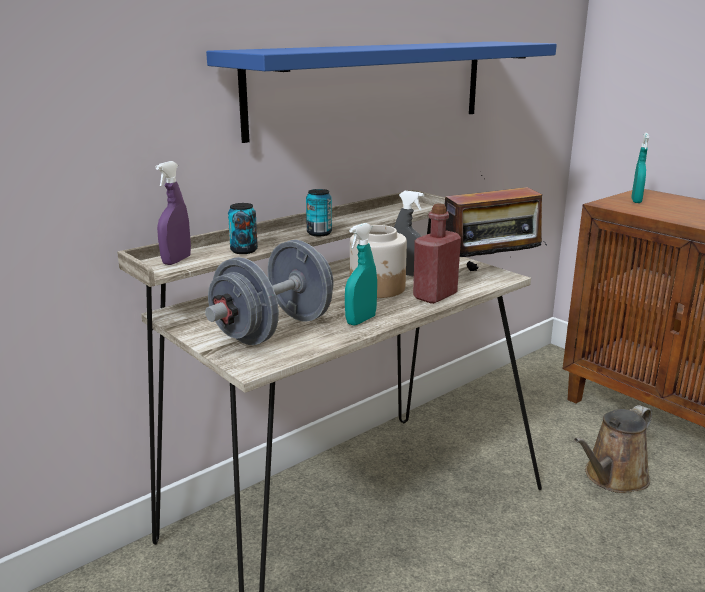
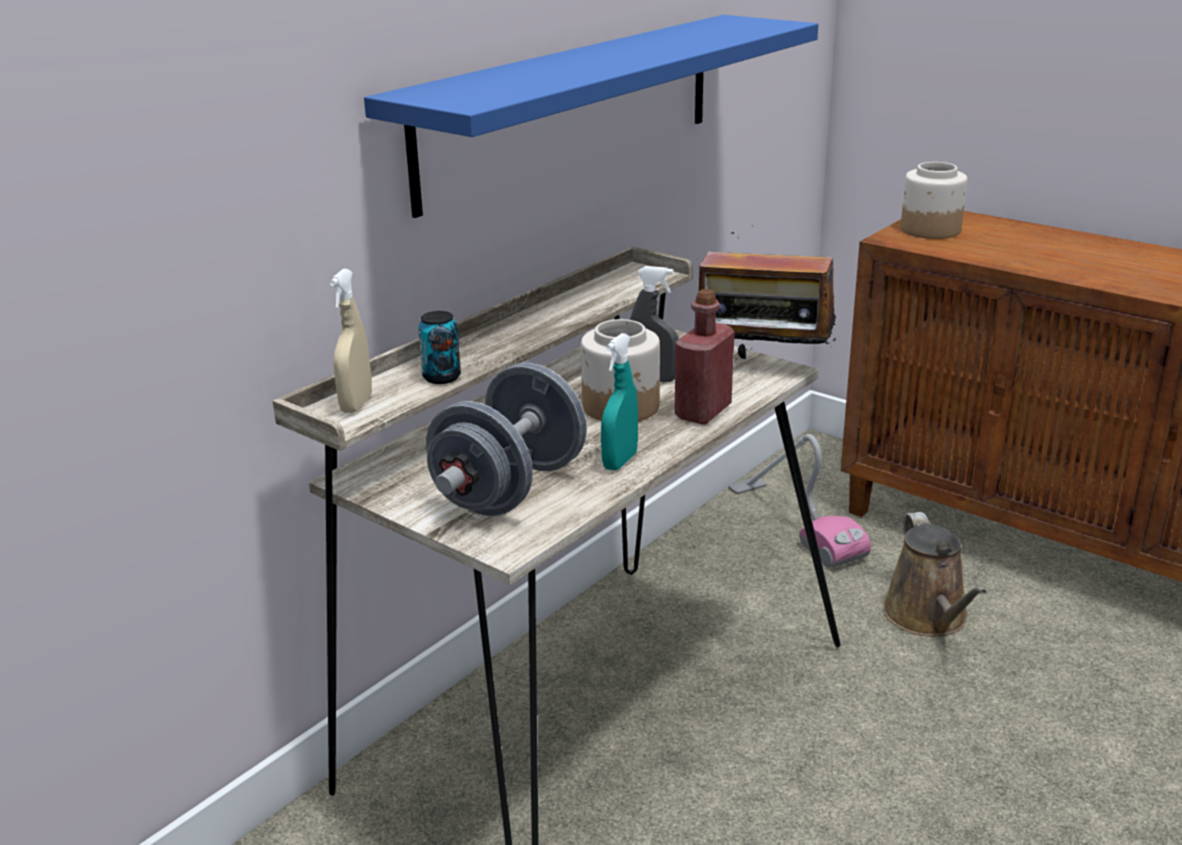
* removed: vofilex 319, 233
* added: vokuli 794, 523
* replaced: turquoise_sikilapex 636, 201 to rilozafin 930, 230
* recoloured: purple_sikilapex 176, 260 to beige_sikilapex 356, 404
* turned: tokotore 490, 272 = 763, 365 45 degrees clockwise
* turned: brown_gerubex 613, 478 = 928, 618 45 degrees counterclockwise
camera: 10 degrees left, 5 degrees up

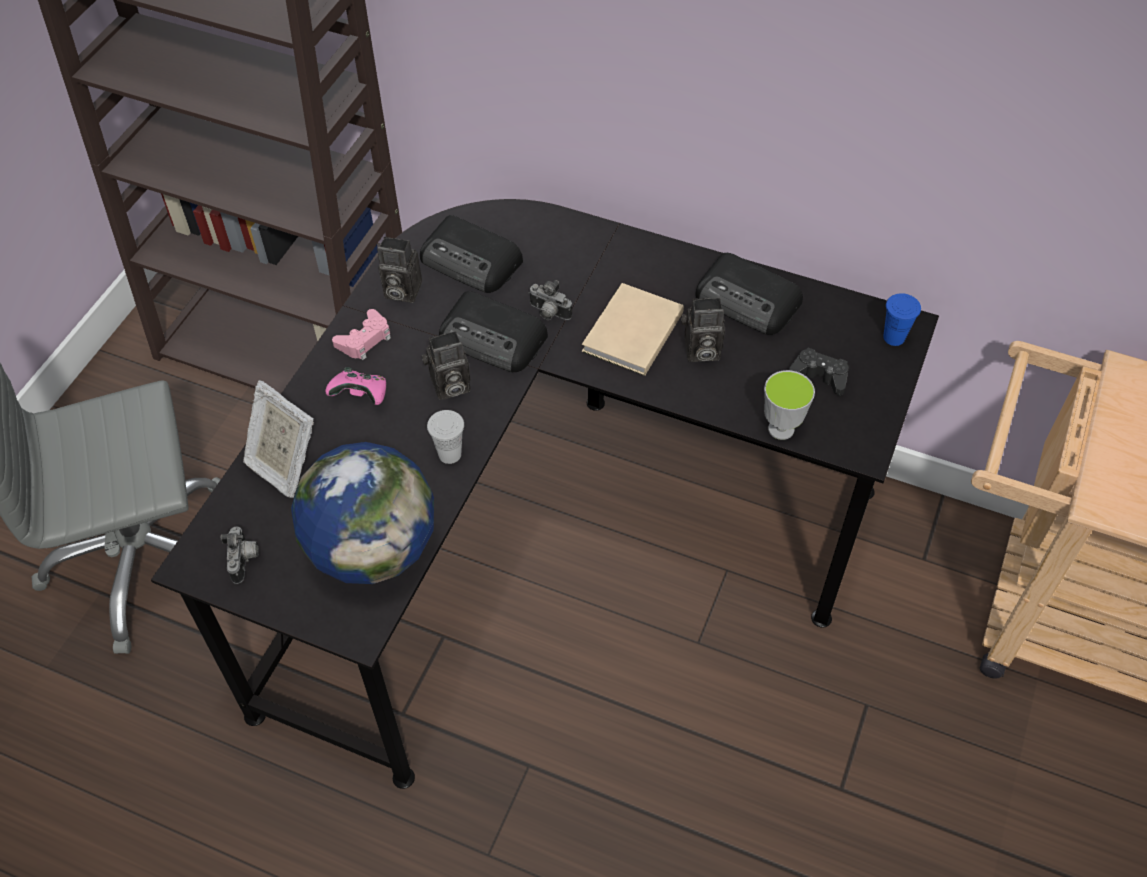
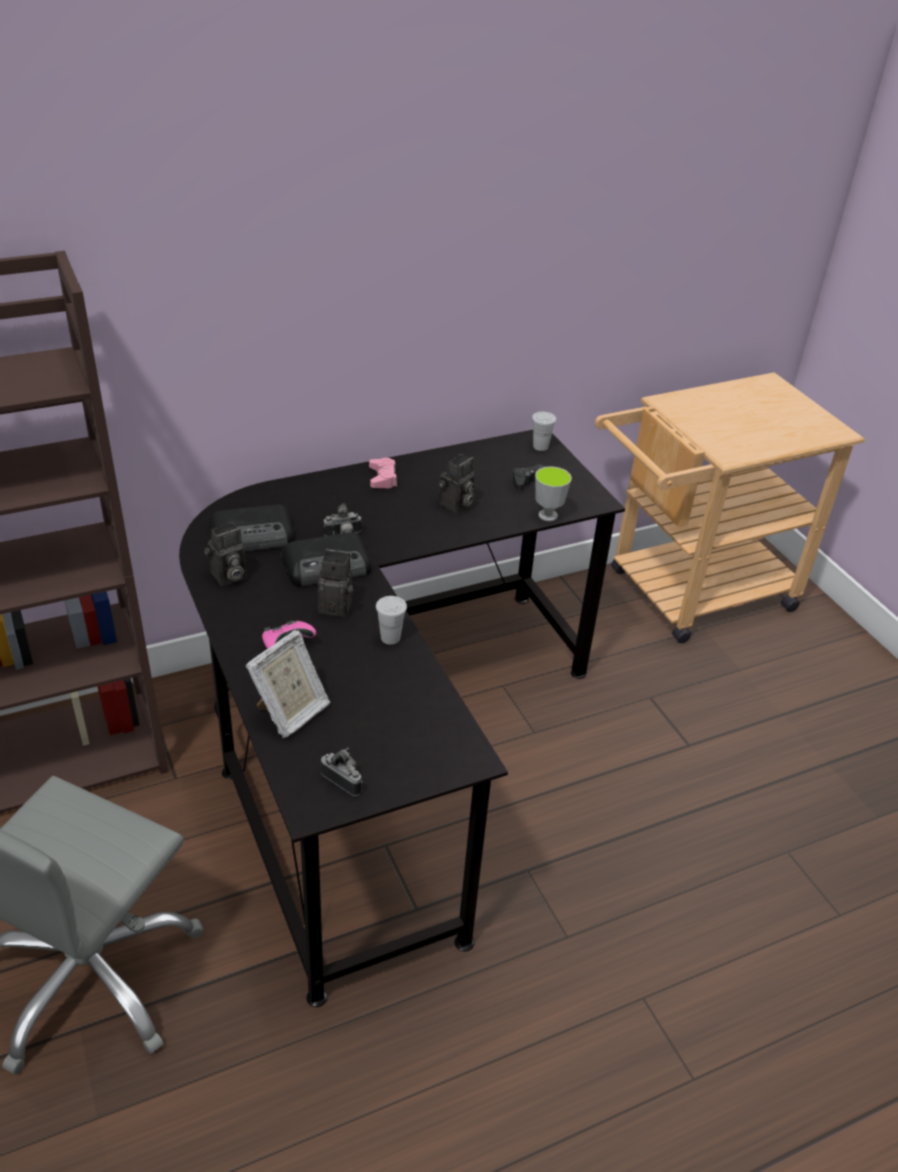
* removed: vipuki 373, 549
* removed: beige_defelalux 630, 333
* removed: tokotore 748, 301
* moved: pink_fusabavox 365, 340 to 383, 478
* recoloured: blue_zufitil 894, 337 to white_zufitil 540, 446
* turned: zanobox 284, 465 = 290, 713 45 degrees counterclockwise
* turned: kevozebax 449, 387 = 337, 606 105 degrees counterclockwise
camera: 50 degrees left, 15 degrees down

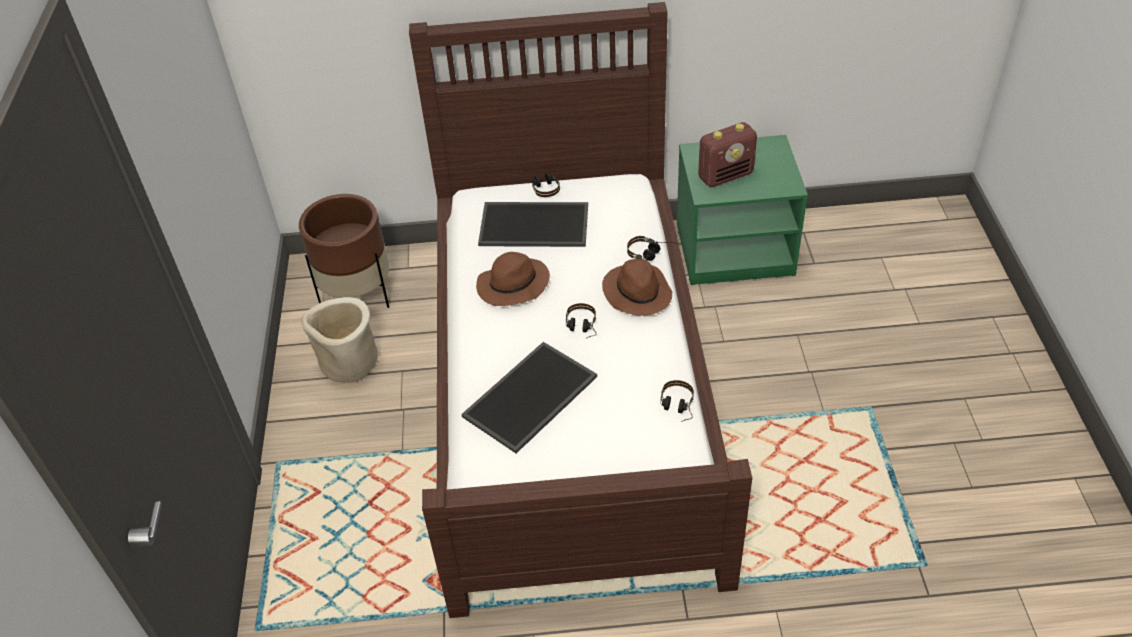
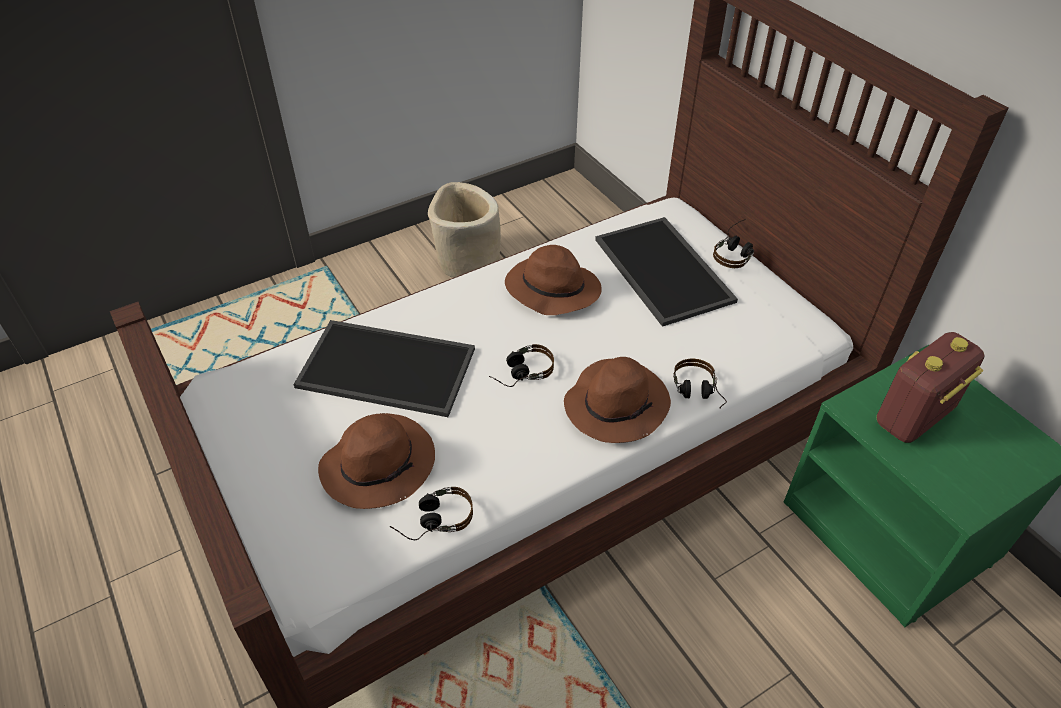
* removed: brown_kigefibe 357, 294
* added: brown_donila 379, 463
* turned: tokotore 726, 175 = 913, 417 105 degrees clockwise
camera: 60 degrees right, 0 degrees up

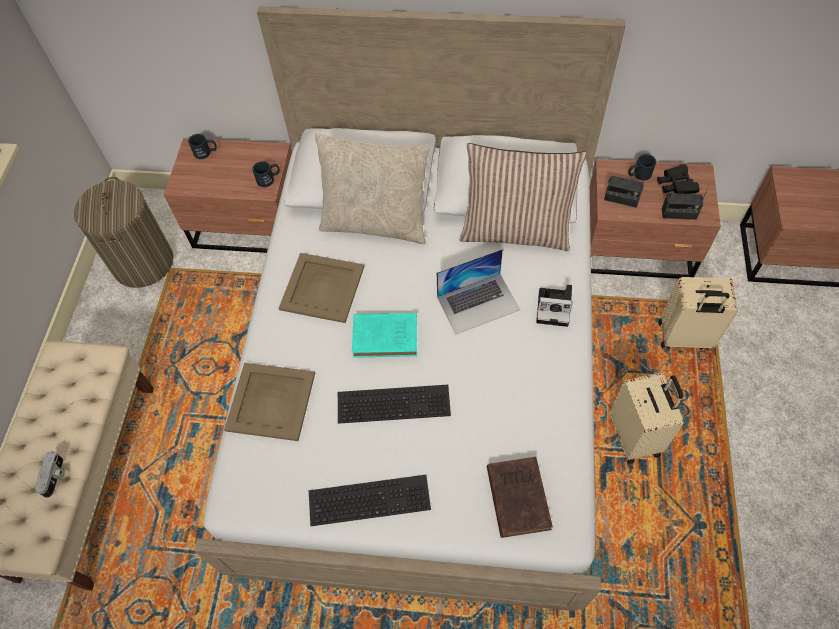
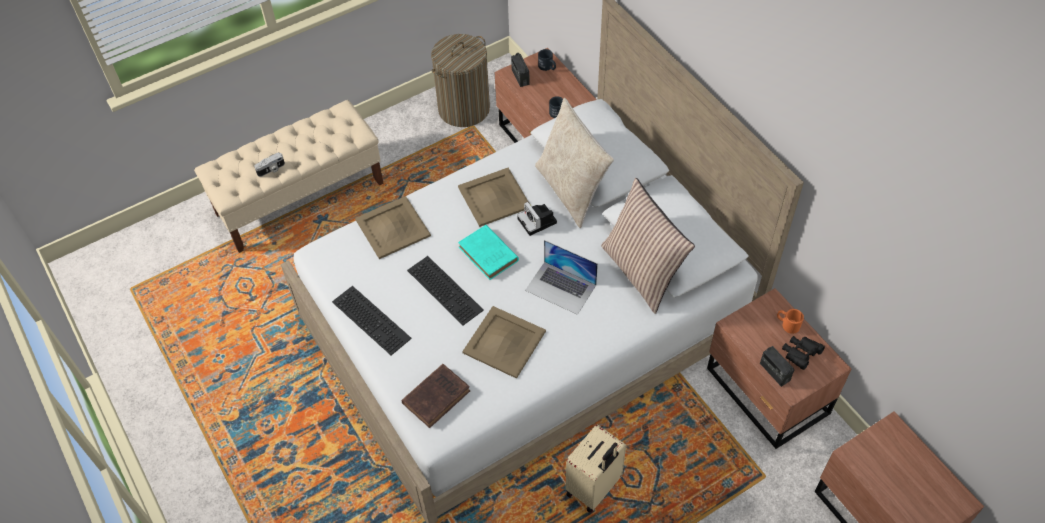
* removed: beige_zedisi 684, 337
* added: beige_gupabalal 503, 342
* moved: kevozebax 555, 307 to 538, 221
* moved: tokotore 621, 199 to 520, 77
* recoloured: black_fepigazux 638, 174 to orange_fepigazux 787, 324
camera: 50 degrees right, 5 degrees down

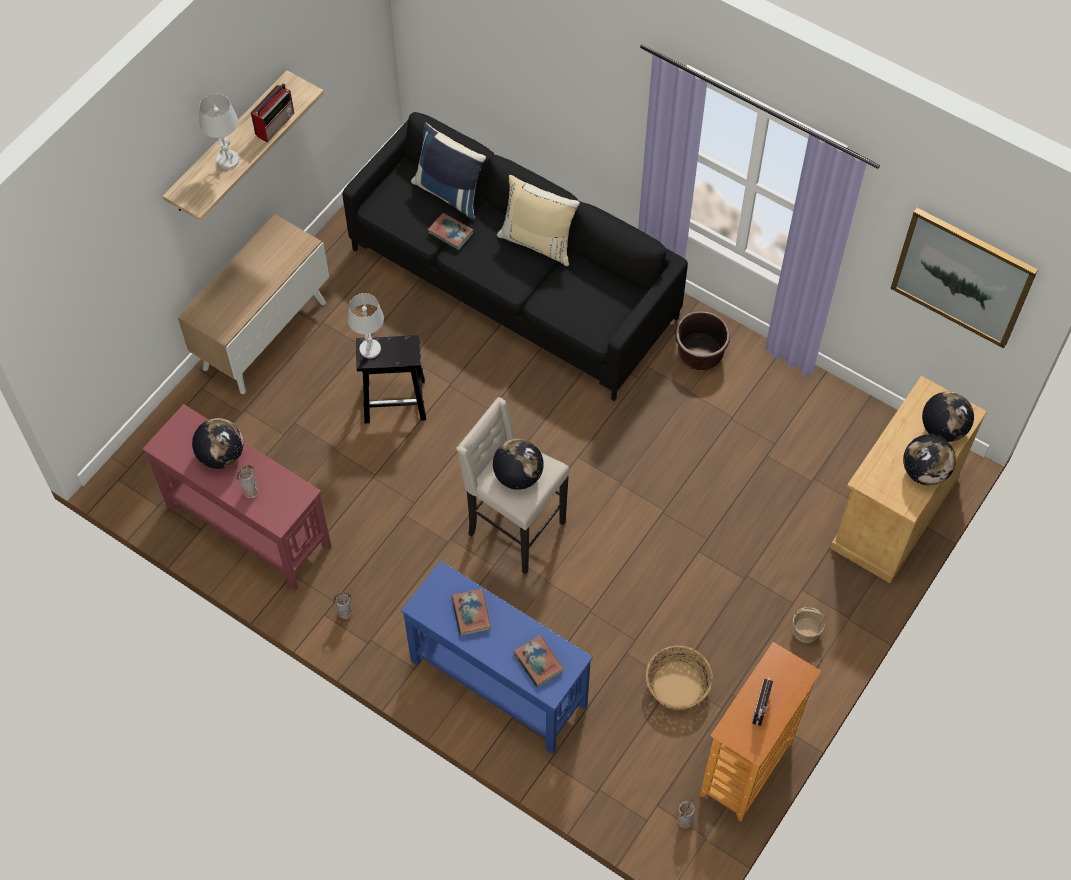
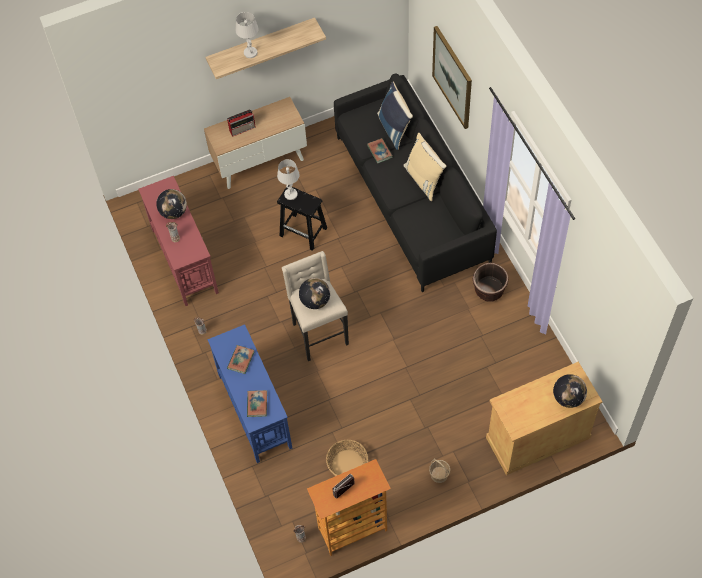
* removed: vipuki 924, 472
* moved: tokotore 275, 124 to 243, 128
* moved: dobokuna 962, 277 to 452, 77
camera: 35 degrees right, 0 degrees up

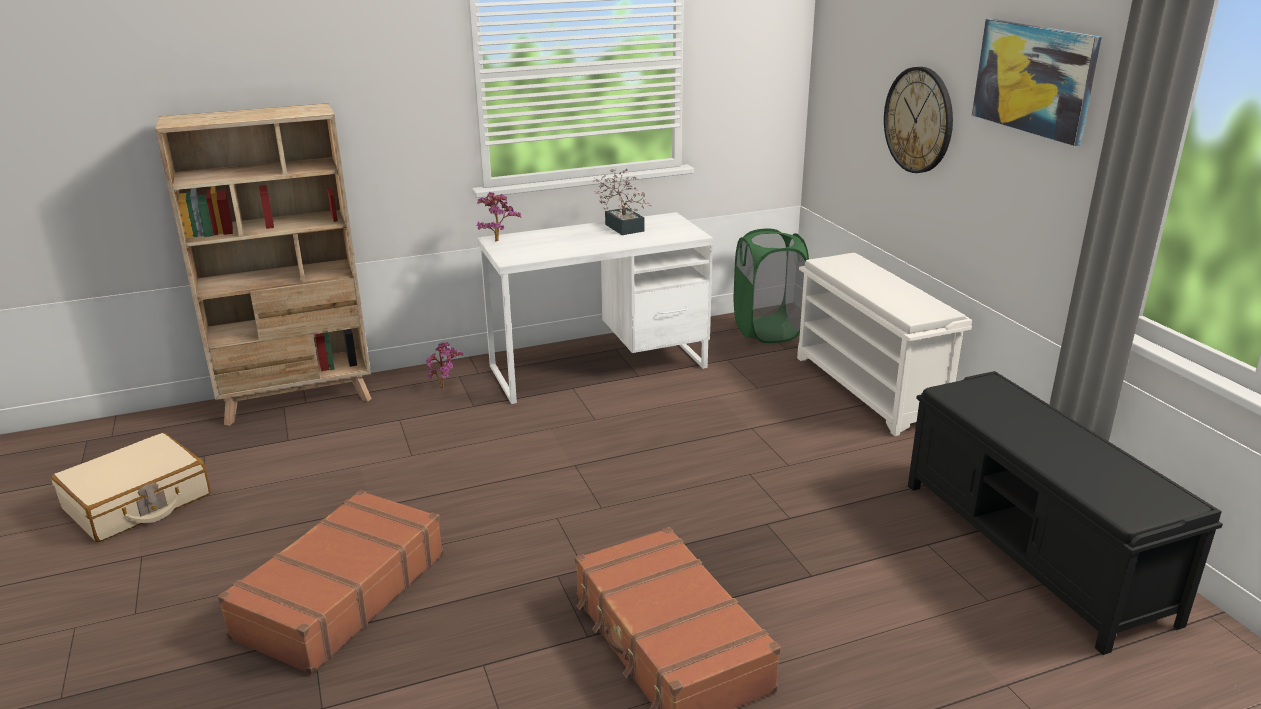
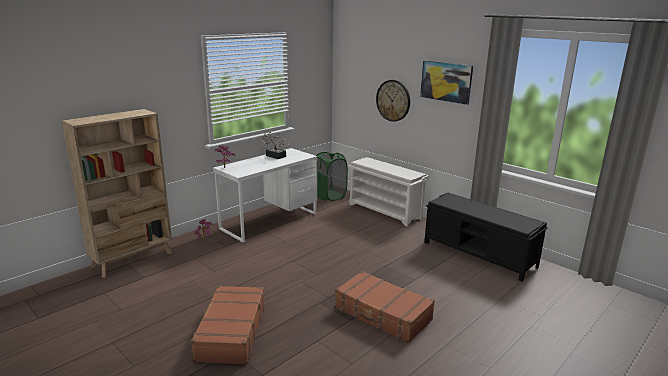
* removed: beige_zedisi 137, 502
camera: 25 degrees left, 5 degrees down

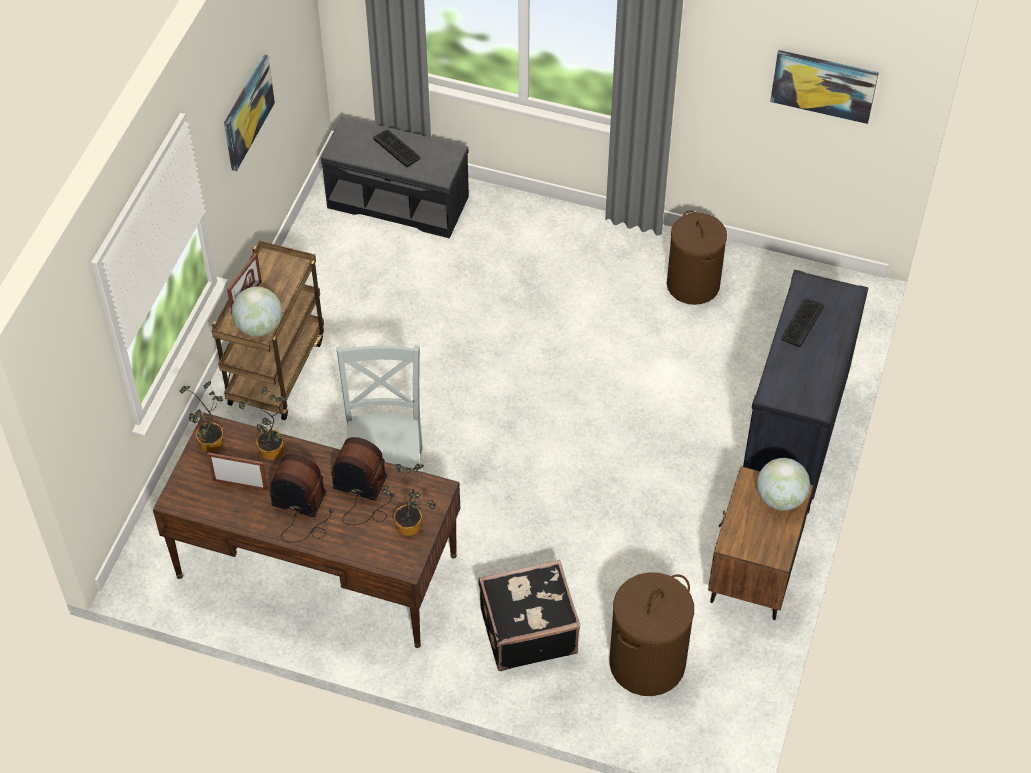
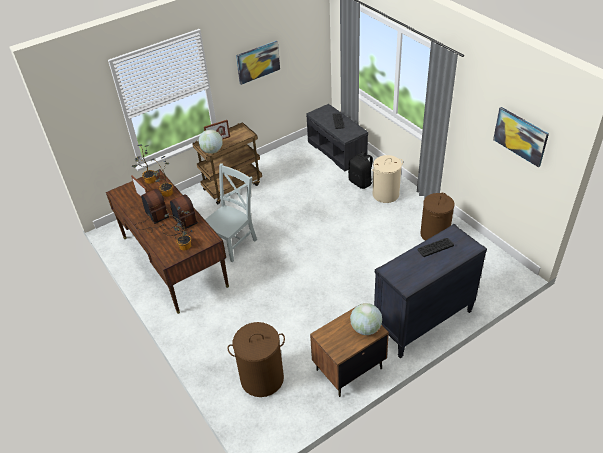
* removed: black_zedisi 527, 630
* added: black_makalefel 361, 182
* added: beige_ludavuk 385, 194
camera: 40 degrees right, 10 degrees down

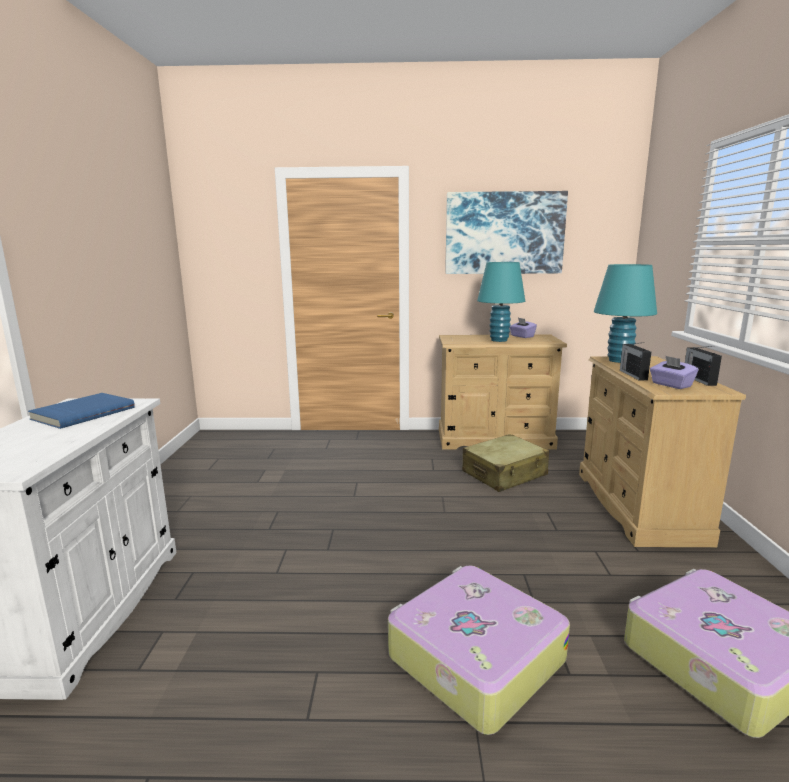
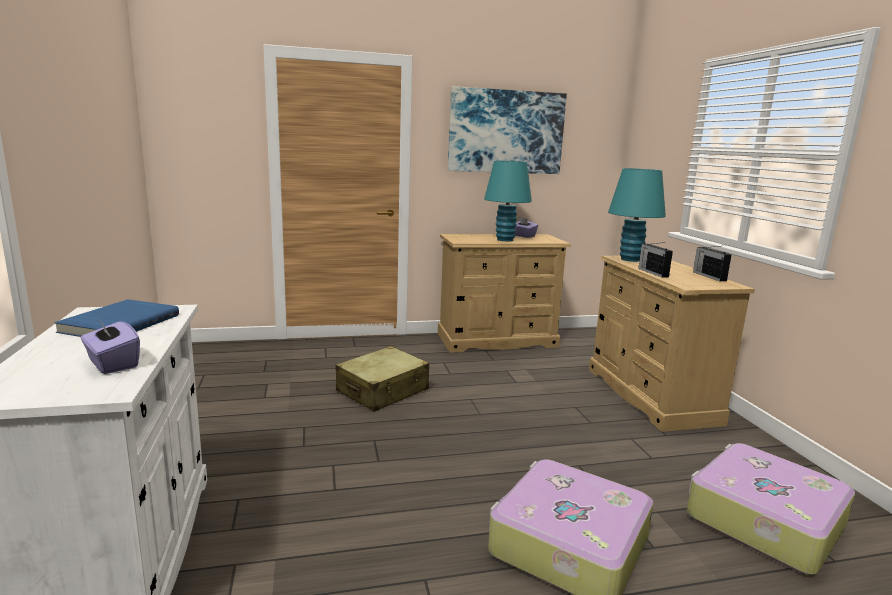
* moved: beige_zedisi 504, 474 to 383, 391
* moved: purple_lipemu 671, 385 to 112, 364
camera: 15 degrees left, 0 degrees up

